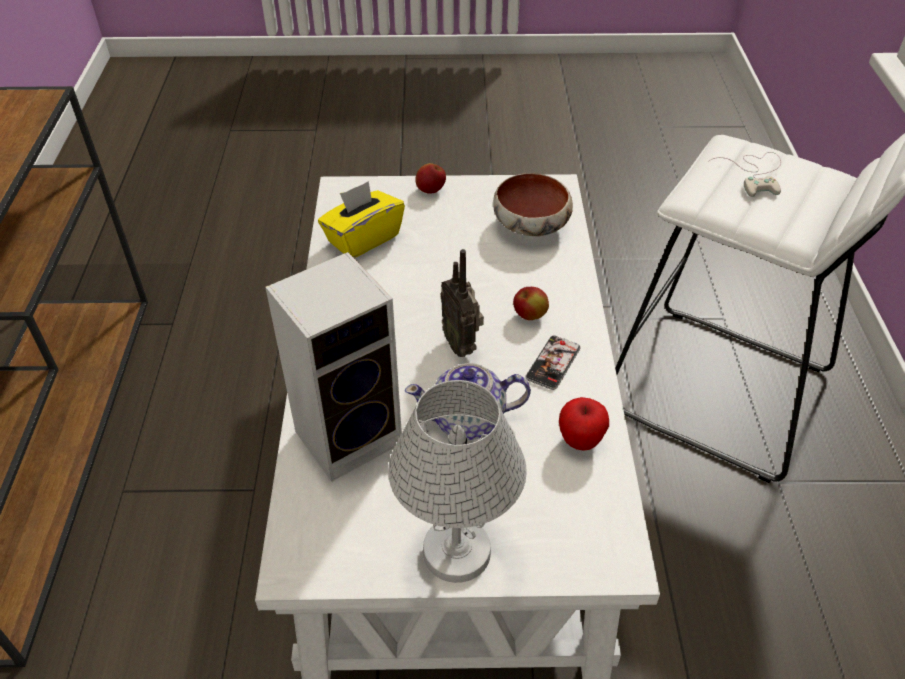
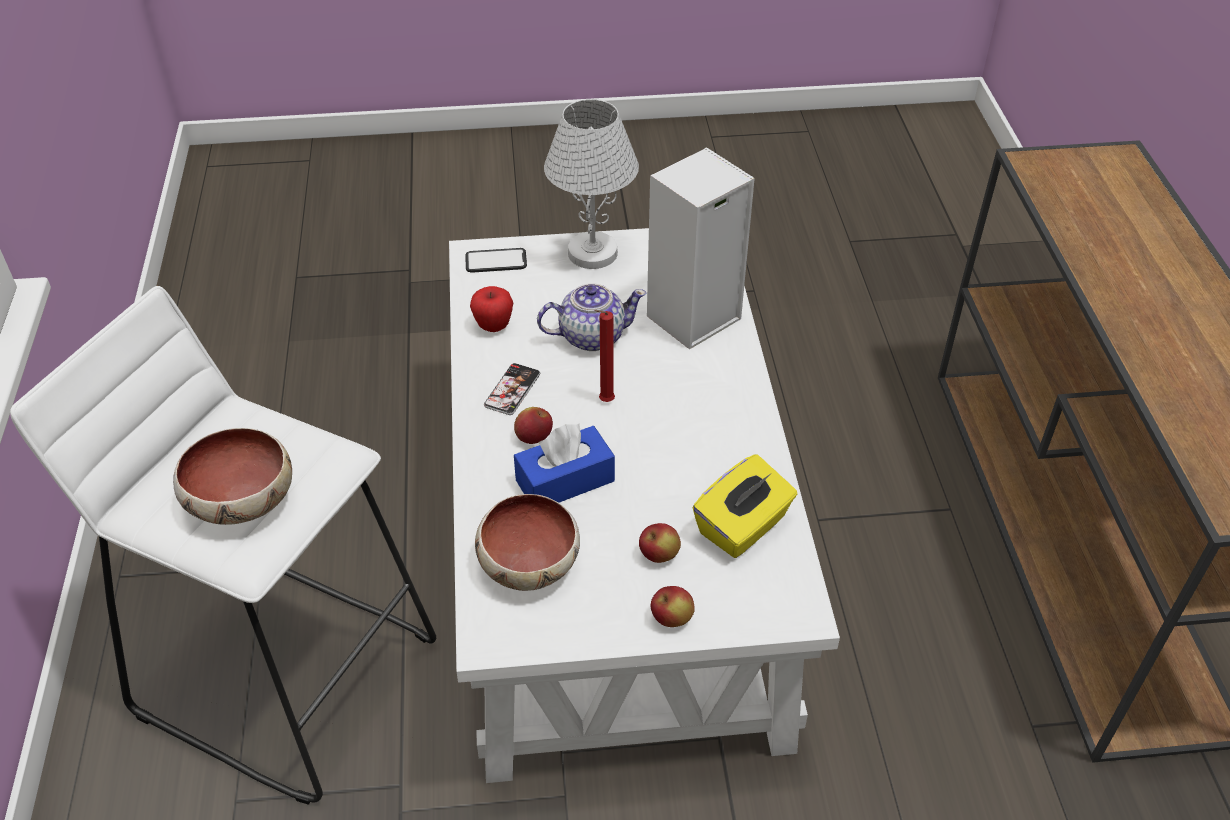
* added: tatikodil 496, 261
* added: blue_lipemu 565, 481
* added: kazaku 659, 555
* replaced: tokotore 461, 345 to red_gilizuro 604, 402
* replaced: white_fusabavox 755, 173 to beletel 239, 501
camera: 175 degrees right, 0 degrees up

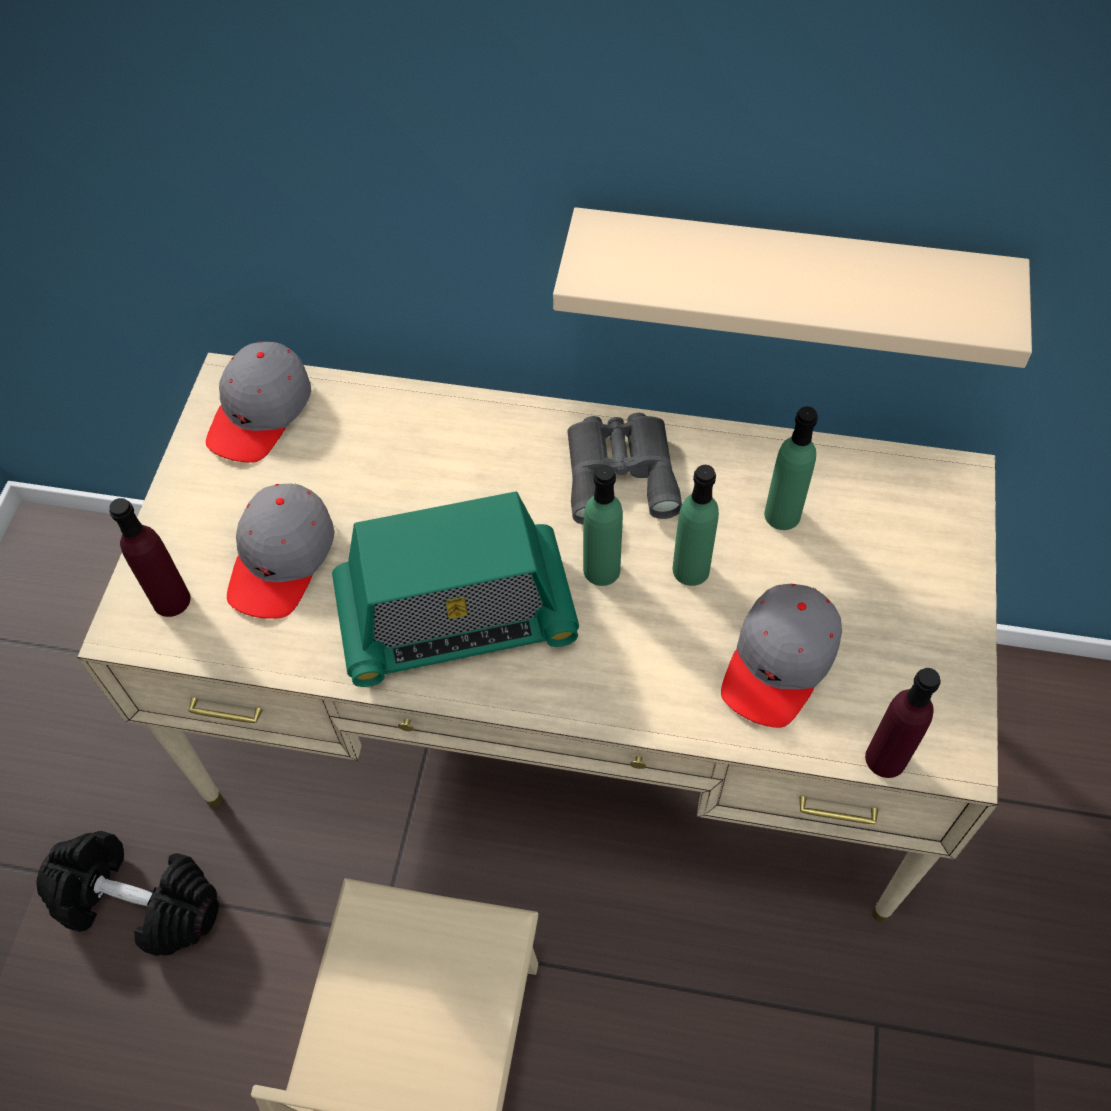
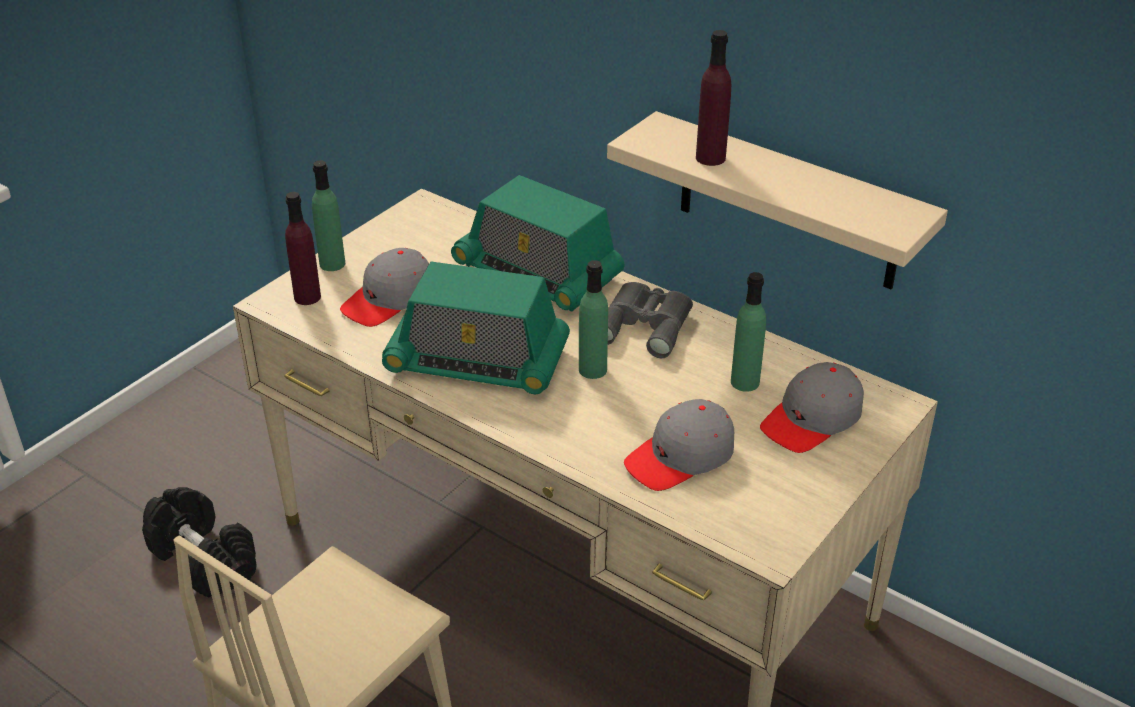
* added: tokotore 538, 273
* moved: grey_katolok 260, 412 to 812, 419
* moved: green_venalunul 690, 569 to 332, 263
* moved: purple_venalunul 886, 758 to 710, 158
camera: 25 degrees right, 20 degrees down

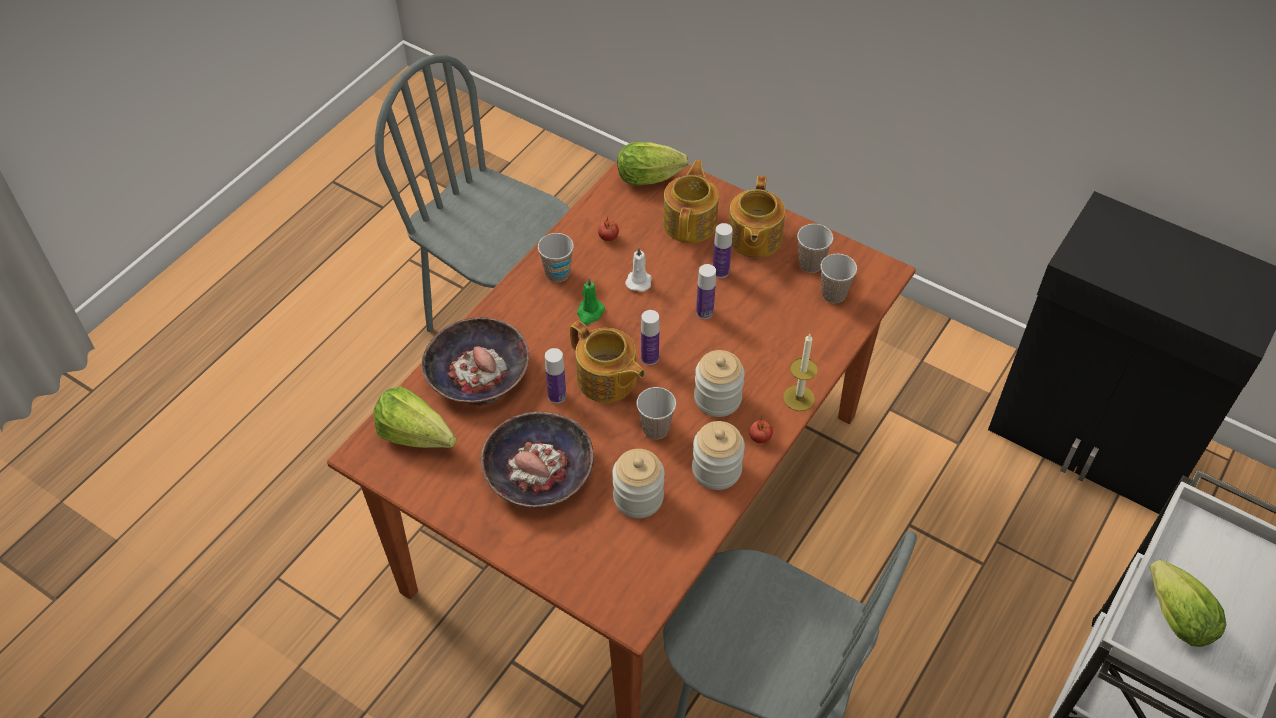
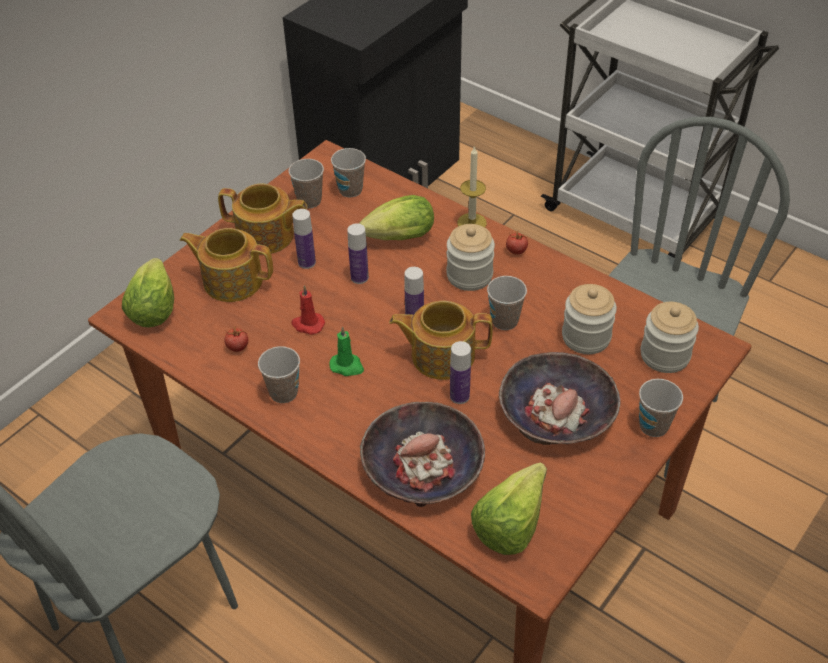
* added: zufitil 653, 426
* moved: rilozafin 716, 470 to 665, 355
* moved: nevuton 1173, 614 to 396, 238
* recoloured: white_gilizuro 639, 281 to red_gilizuro 307, 324
* turned: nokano 607, 380 = 441, 355 135 degrees counterclockwise
camera: 85 degrees left, 5 degrees down

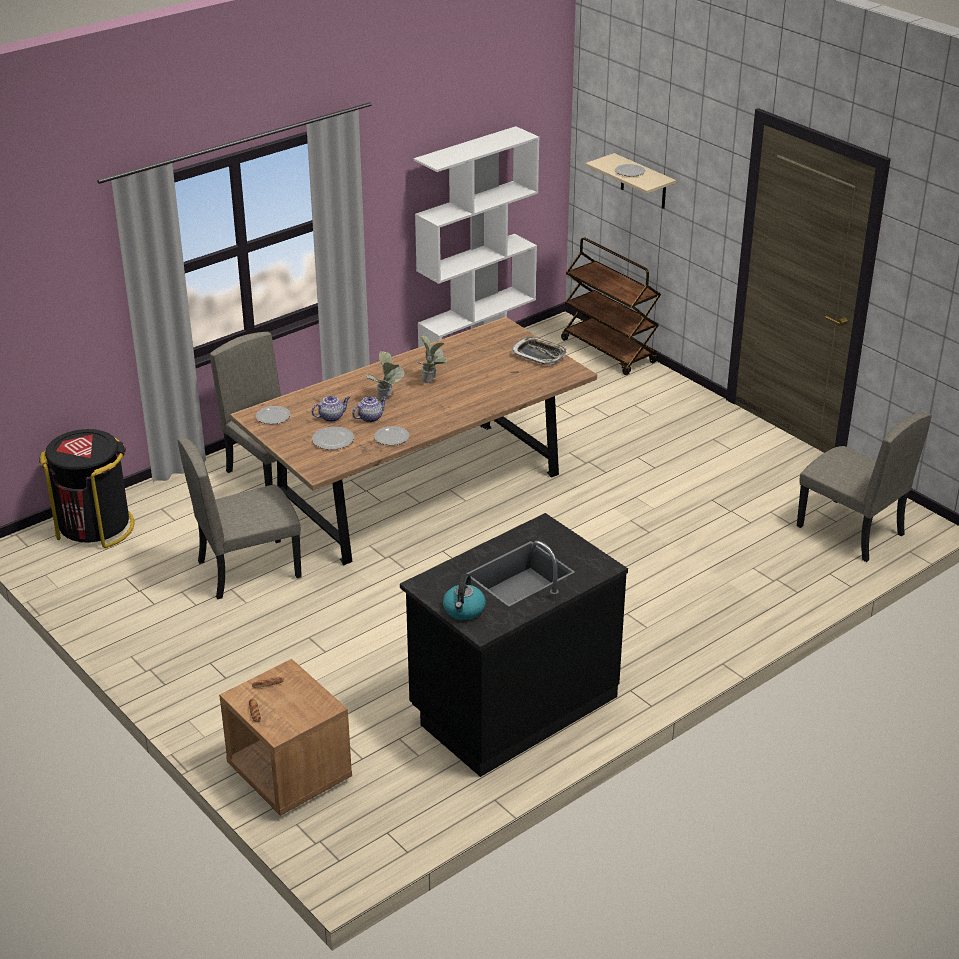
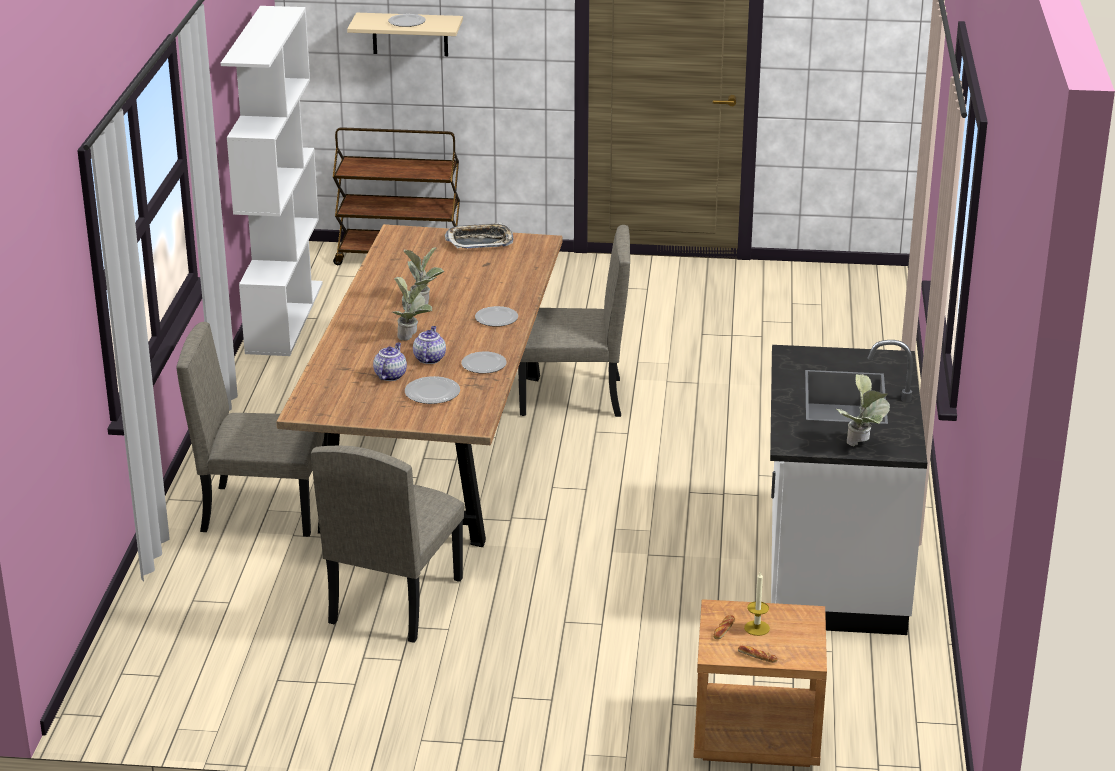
* removed: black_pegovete 95, 527
* added: gilizuro 757, 628
* moved: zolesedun 273, 416 to 496, 318
* moved: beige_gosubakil 850, 531 to 570, 397
* replaced: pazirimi 464, 610 to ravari 862, 445
* recoloured: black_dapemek 512, 705 to white_dapemek 832, 568
camera: 45 degrees left, 5 degrees down

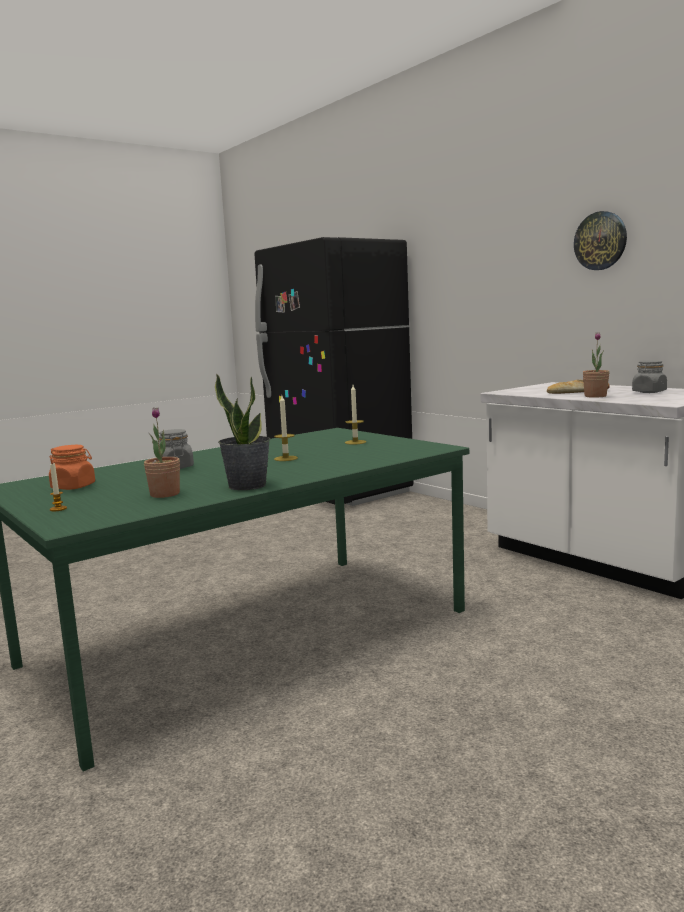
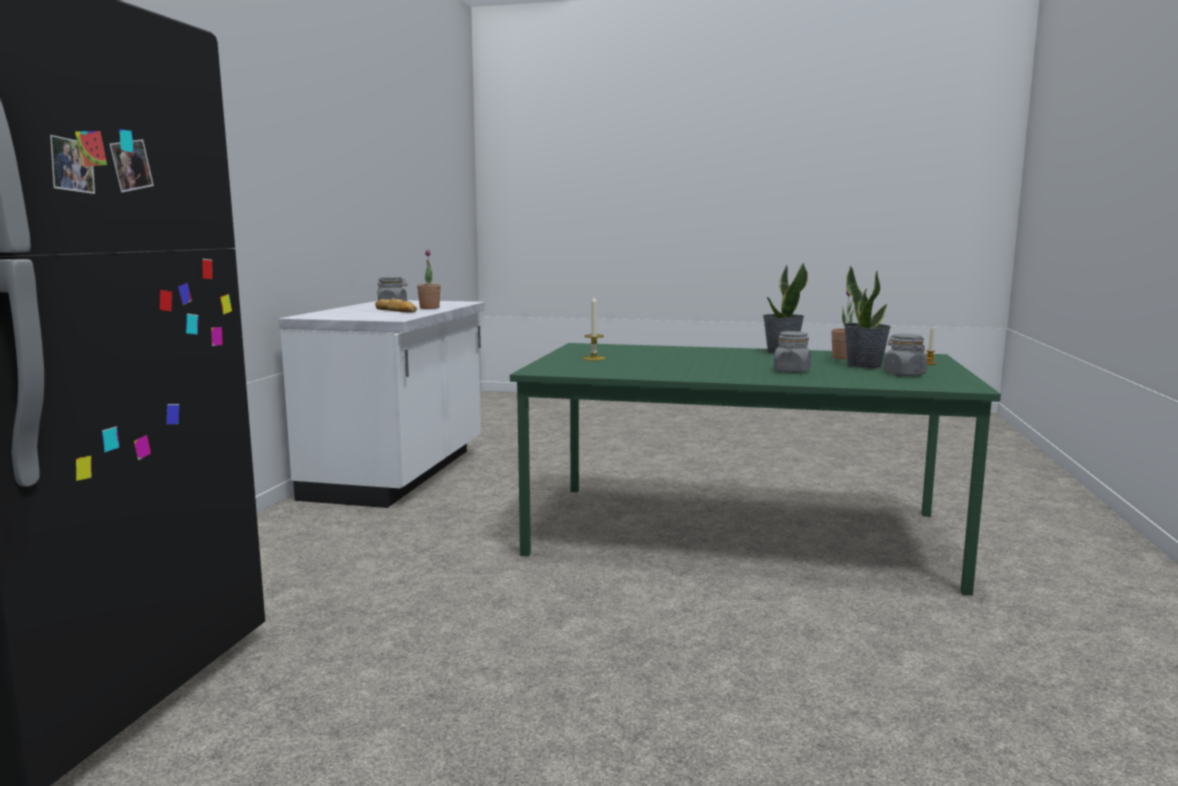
* removed: gilizuro 285, 458
* removed: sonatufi 600, 241
* added: ravari 864, 365
* recoloured: orange_rilozafin 73, 487 to grey_rilozafin 904, 374
camera: 130 degrees left, 0 degrees up

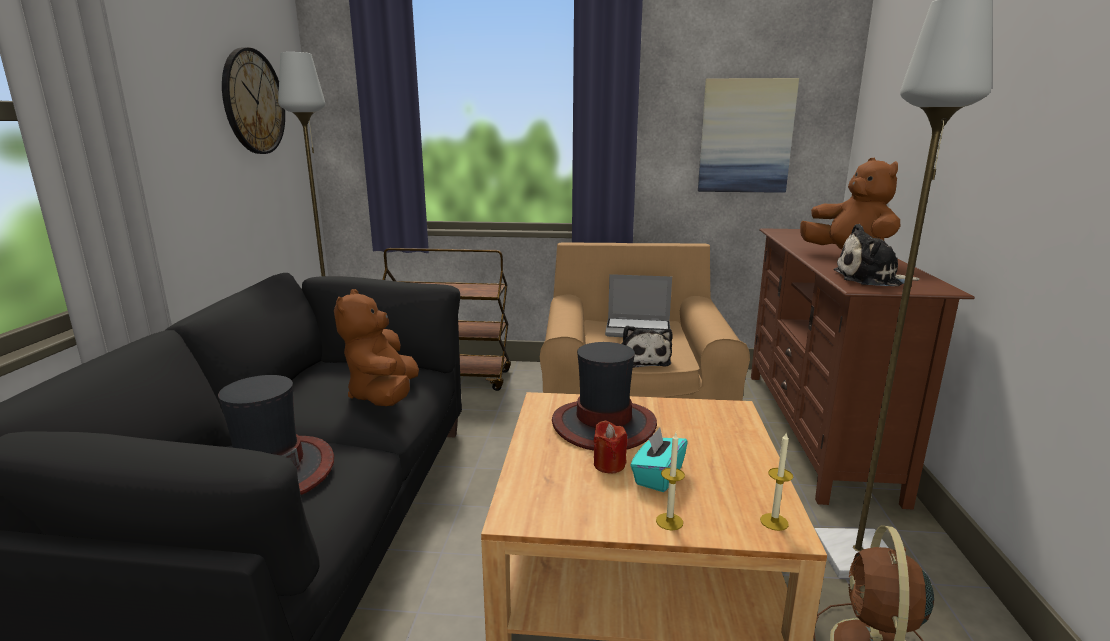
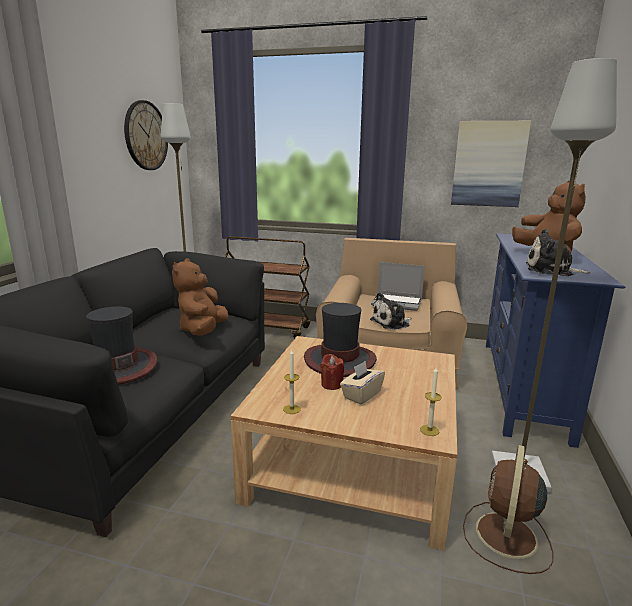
* moved: gilizuro 669, 521 to 291, 409
* recoloured: turquoise_lipemu 657, 476 to beige_lipemu 361, 395
* recoloured: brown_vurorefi 817, 430 to blue_vurorefi 523, 386
* turned: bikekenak 643, 360 = 392, 323 60 degrees clockwise
camera: 10 degrees right, 0 degrees up

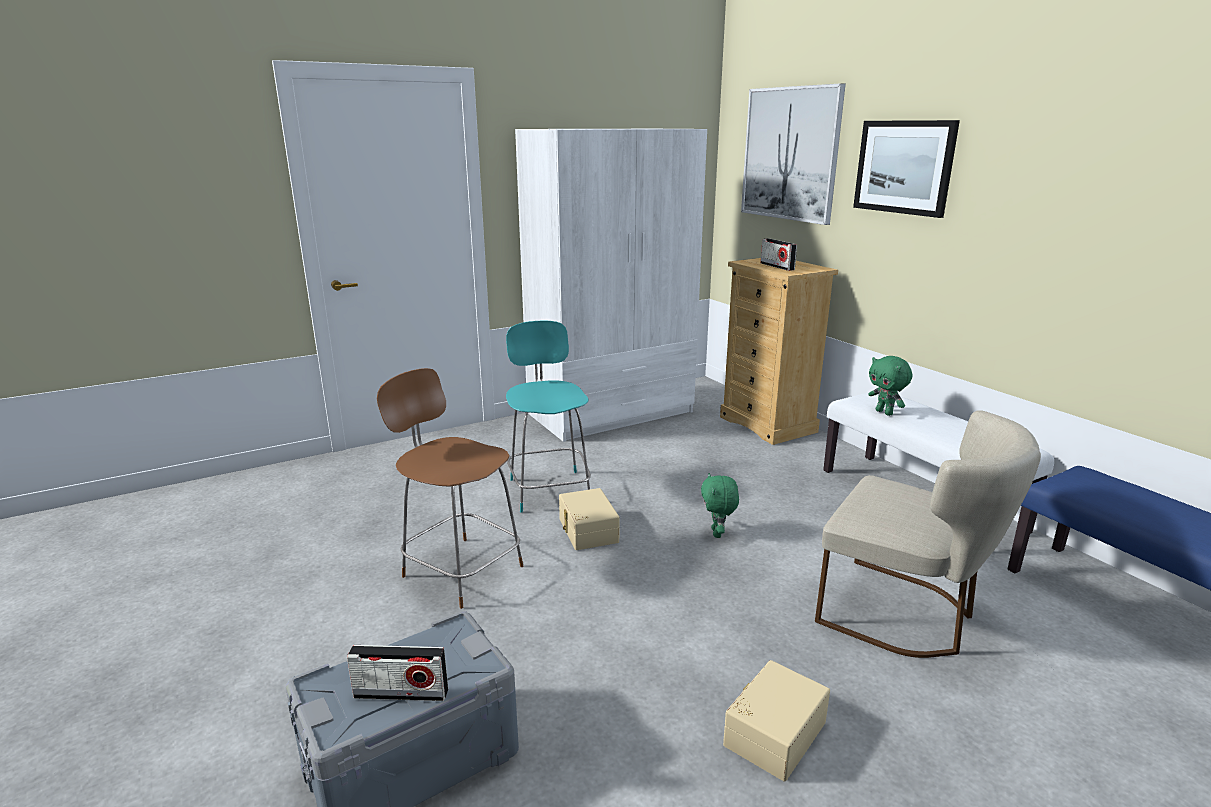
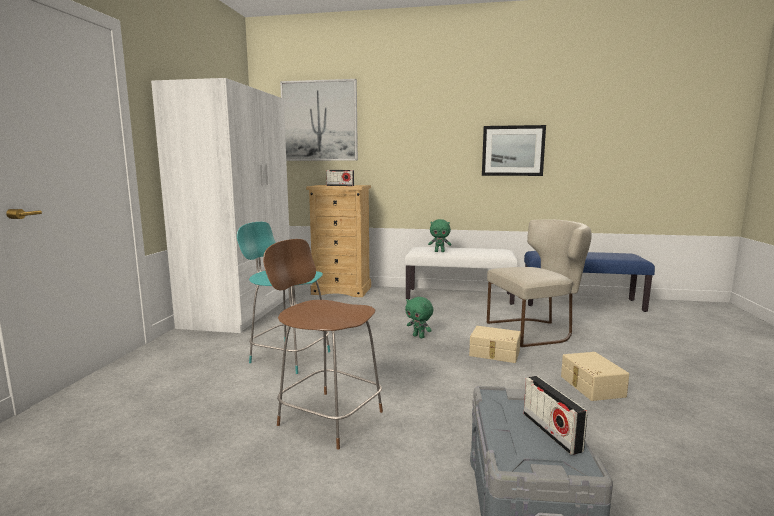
* moved: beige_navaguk 587, 530 to 494, 353
* moved: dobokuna 904, 167 to 512, 151
* turned: tokotore 401, 693 = 551, 432 120 degrees clockwise
* turned: brown_gosubakil 460, 569 = 328, 417 45 degrees clockwise
camera: 50 degrees left, 10 degrees down

